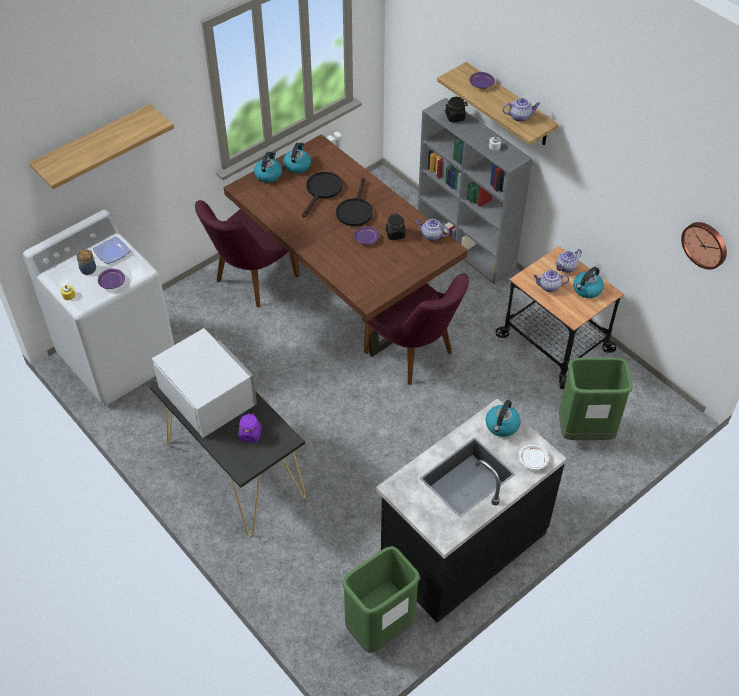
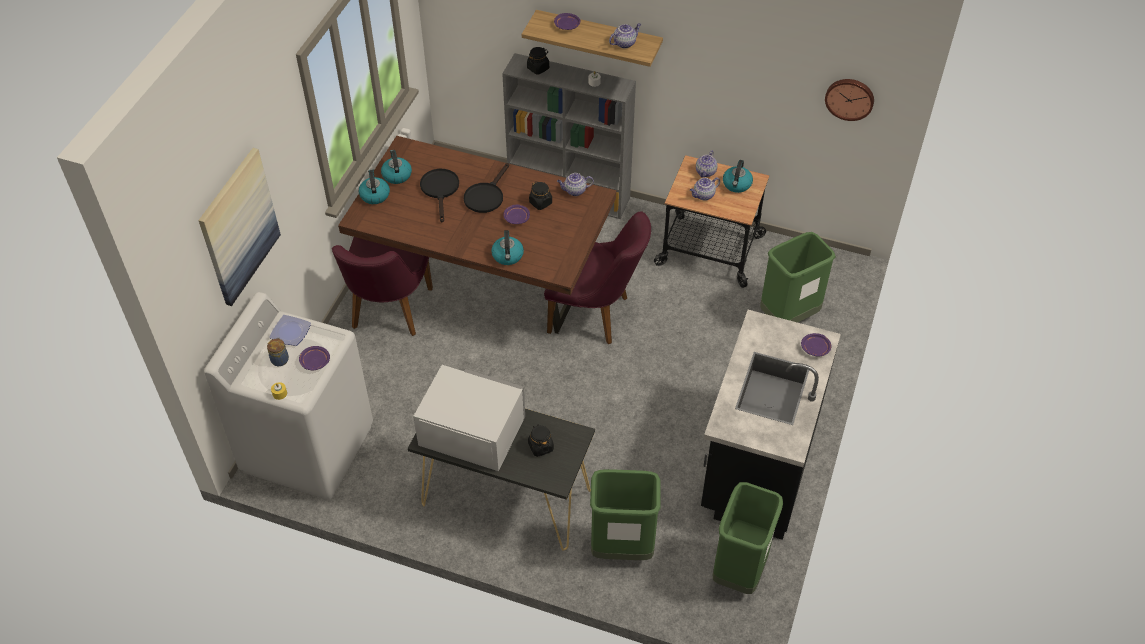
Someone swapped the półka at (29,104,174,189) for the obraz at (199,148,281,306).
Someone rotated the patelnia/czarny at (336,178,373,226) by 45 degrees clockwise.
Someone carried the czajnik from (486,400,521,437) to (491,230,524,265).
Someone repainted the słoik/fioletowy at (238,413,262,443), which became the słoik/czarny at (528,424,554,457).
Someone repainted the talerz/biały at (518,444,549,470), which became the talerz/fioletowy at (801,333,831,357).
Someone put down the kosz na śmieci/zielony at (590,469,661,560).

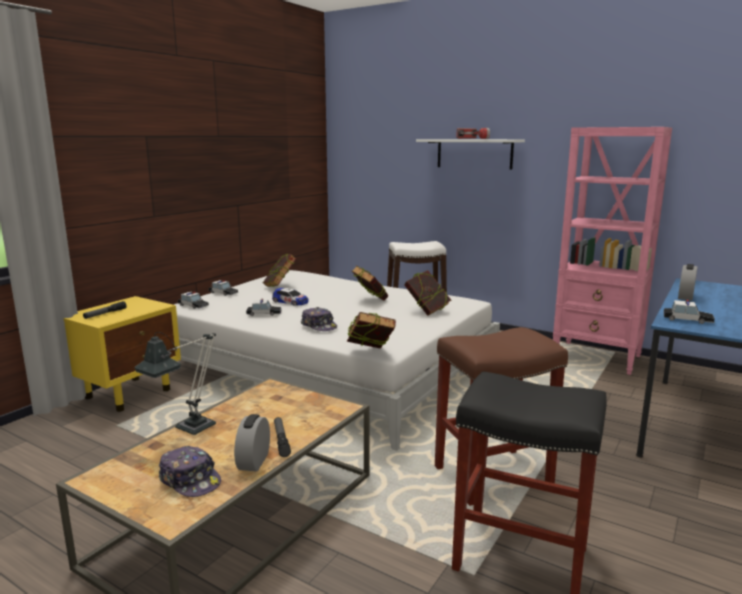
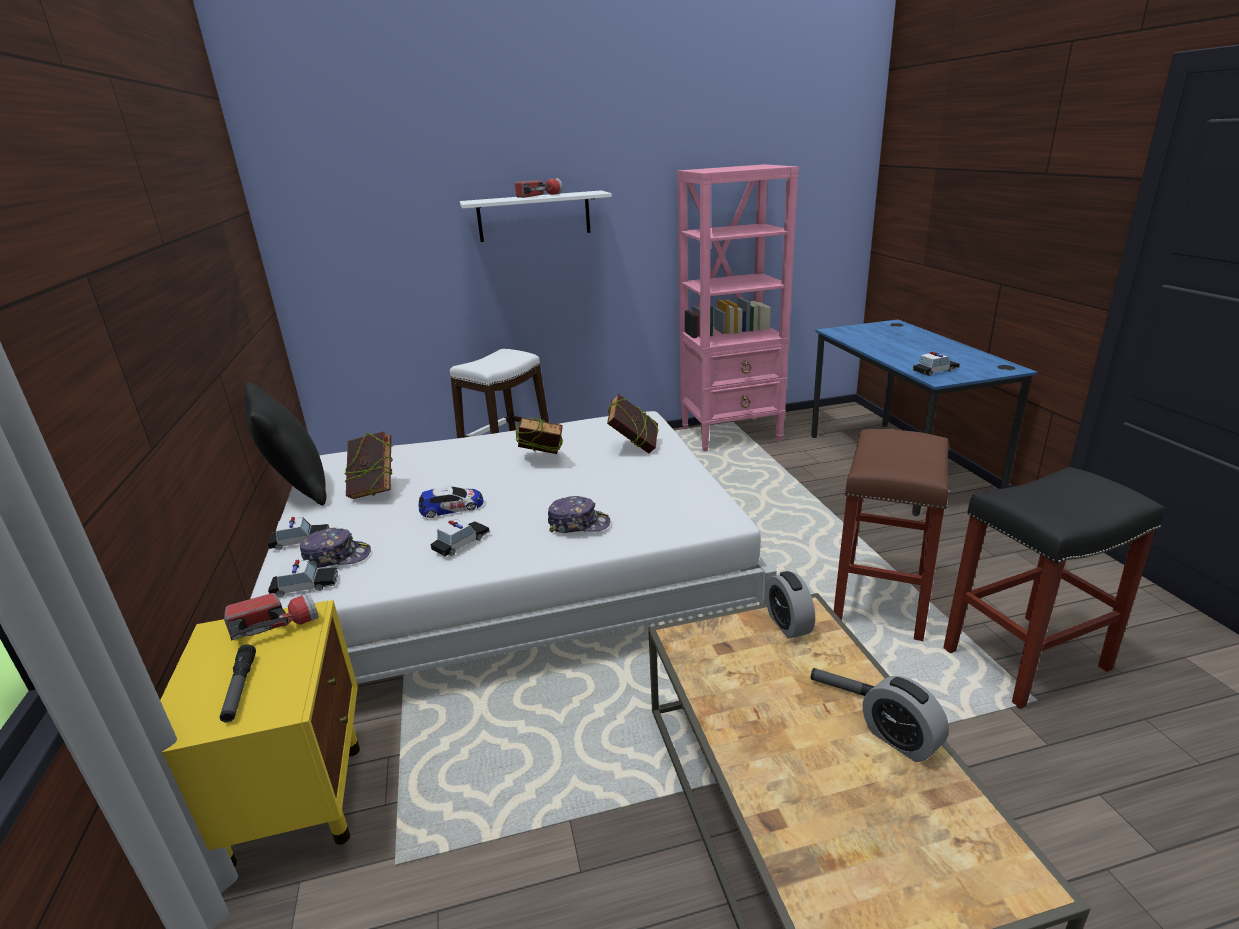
Someone carried the budzik from (678,264,698,300) to (765,571,815,639).
Someone took away the książka at (347,312,396,349).
Someone took away the lampa stołowa at (134,332,216,435).
Someone carried the czapka z daszkiem from (159,446,221,497) to (300,528,371,568).
Someone put down the poduszka/czarny at (244,383,326,505).
Someone put down the latarka at (224,592,319,641).

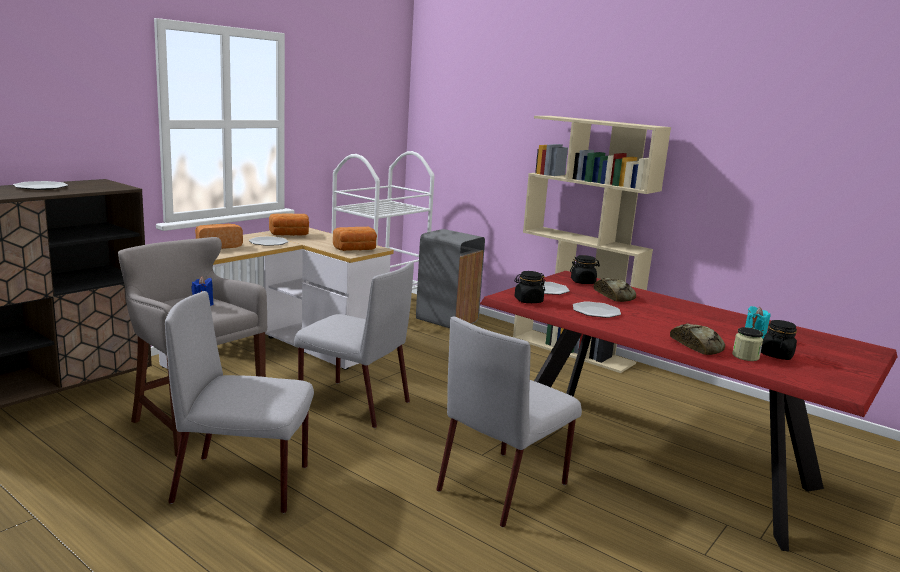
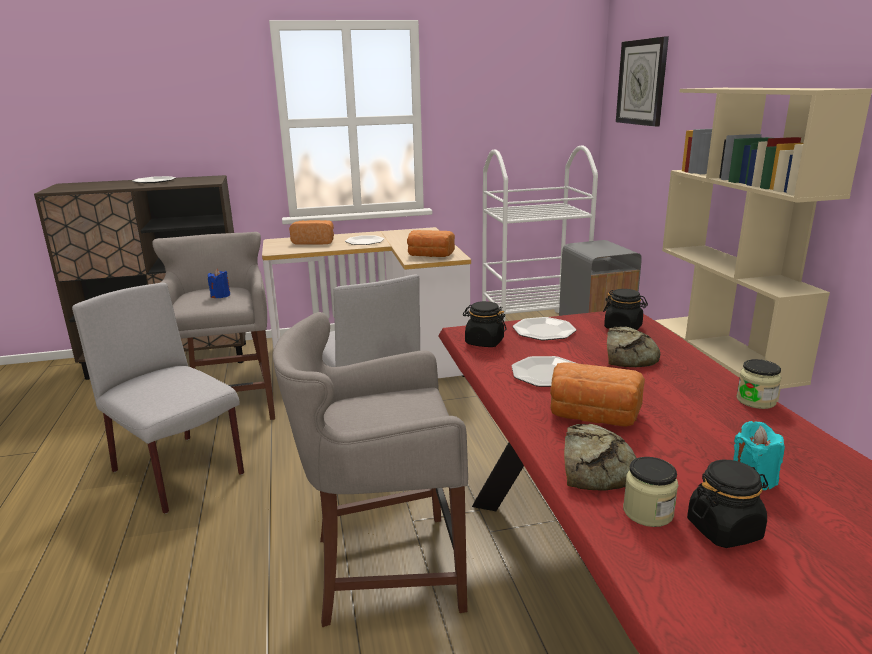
Someone carried the chleb from (269,214,309,236) to (550,362,645,427).
Someone swapped the krzesło/szary at (436,317,582,527) for the stołek/szary at (273,312,468,627).
Someone put up the zegar ścienny at (616,37,669,127).
Someone put down the słoik at (736,359,781,409).

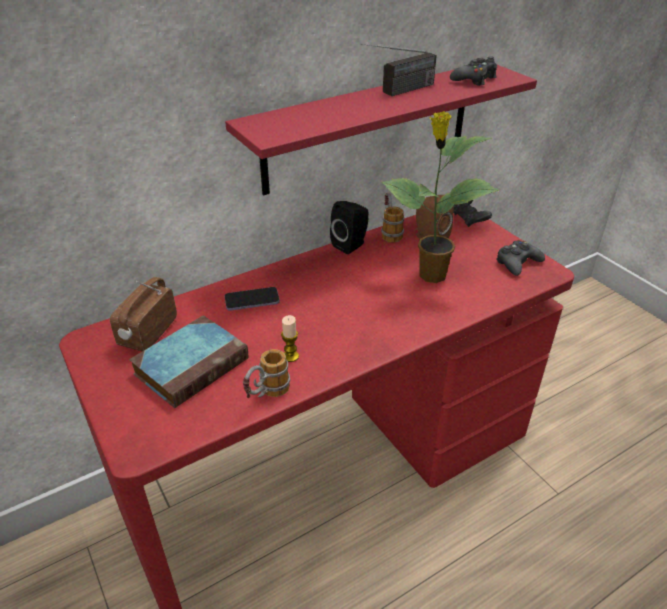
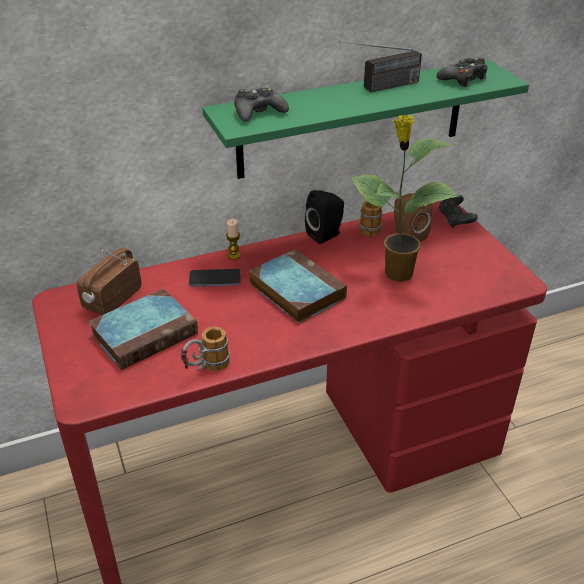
Someone repainted the półka/czerwony at (225,65,537,195), which became the półka/zielony at (202,60,529,179).
Someone carried the pad do gier/czarny from (497,240,545,276) to (234,87,289,122).
Someone carried the świeca from (281,315,299,362) to (226,219,241,260).
Someone put down the książka at (249,249,347,324).

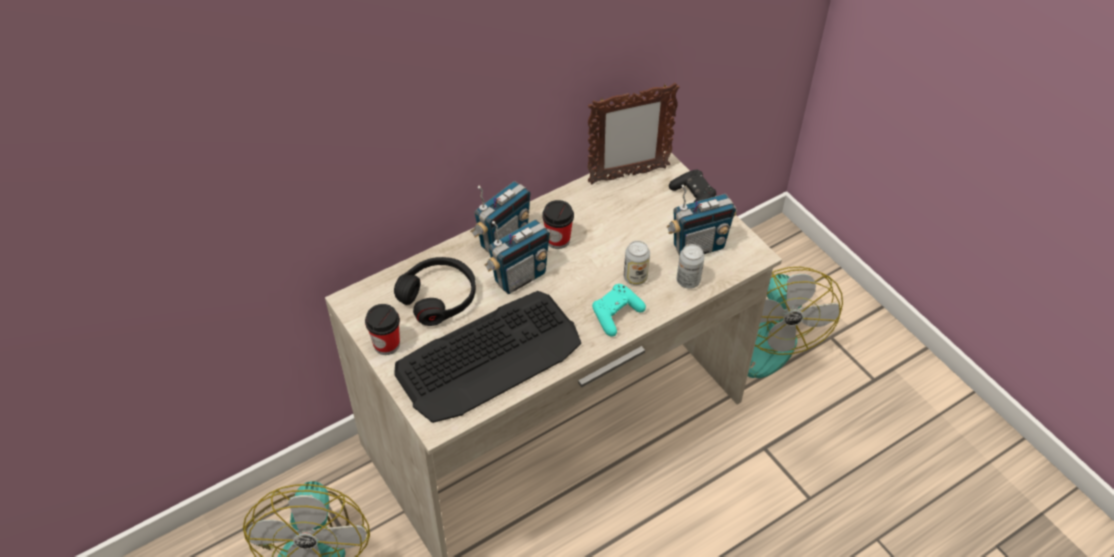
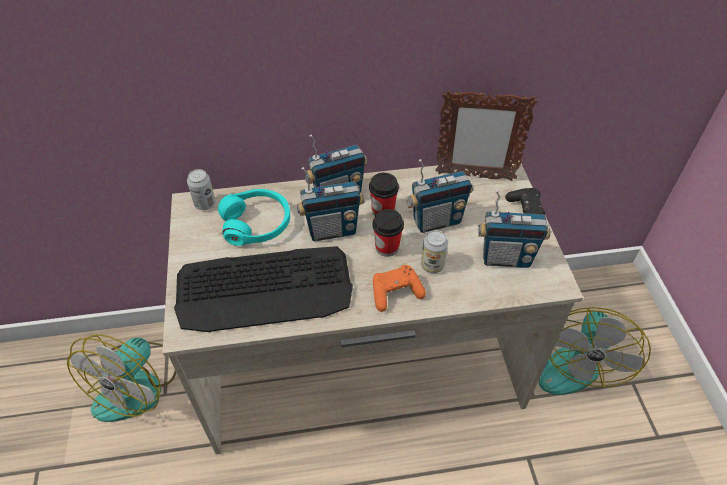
Someone carried the puszka from (677,244,705,289) to (187,169,216,210).
Someone repainted the słuchawki/czarny at (394,257,476,326), which became the słuchawki/turkusowy at (218,189,290,246).
Someone repainted the pad do gier/turkusowy at (592,284,646,337), which became the pad do gier/pomarańczowy at (373,265,426,312).
Someone carried the filiżanka from (365,304,400,355) to (372,209,404,257).
Someone put down the radio at (406,159,473,233).

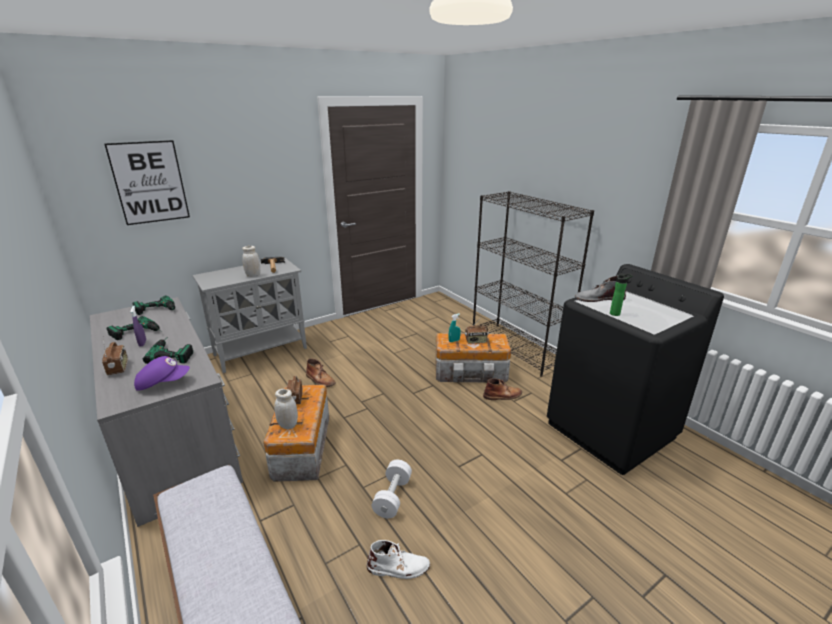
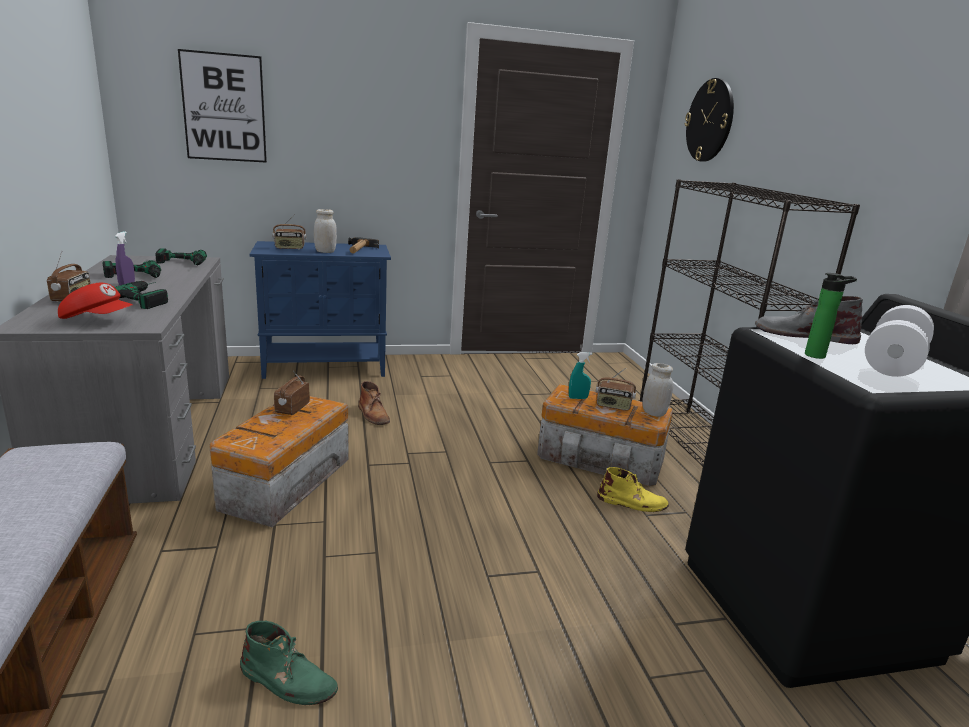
Someone repainted the szafka/szary at (192,258,307,373), which became the szafka/niebieski at (250,241,391,379).
Someone repainted the czapka z daszkiem/fioletowy at (134,356,190,391), which became the czapka z daszkiem/czerwony at (58,283,133,319).
Someone repainted the but z cholewką/brązowy at (483,379,522,400), which became the but z cholewką/żółty at (597,467,669,512).
Someone carried the słoik/biały from (274,389,298,429) to (642,363,673,417).
Someone carried the hantel/biały from (372,459,412,518) to (865,305,934,377).
Someone repainted the but z cholewką/biały at (367,540,430,579), which became the but z cholewką/zielony at (240,620,338,705).
Someone put up the zegar ścienny at (685,78,734,162).
Someone put down the radio at (272,215,306,250).

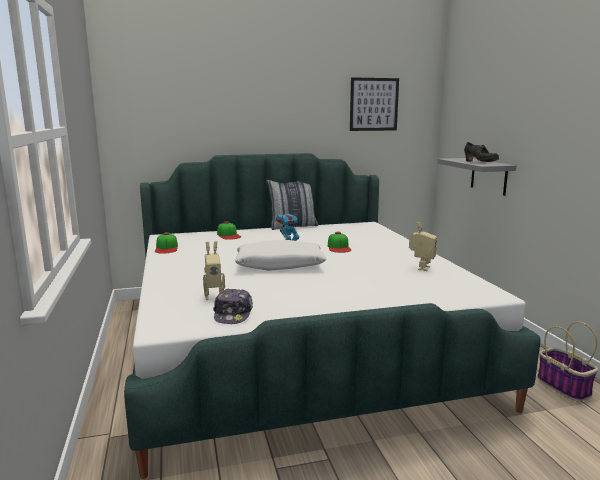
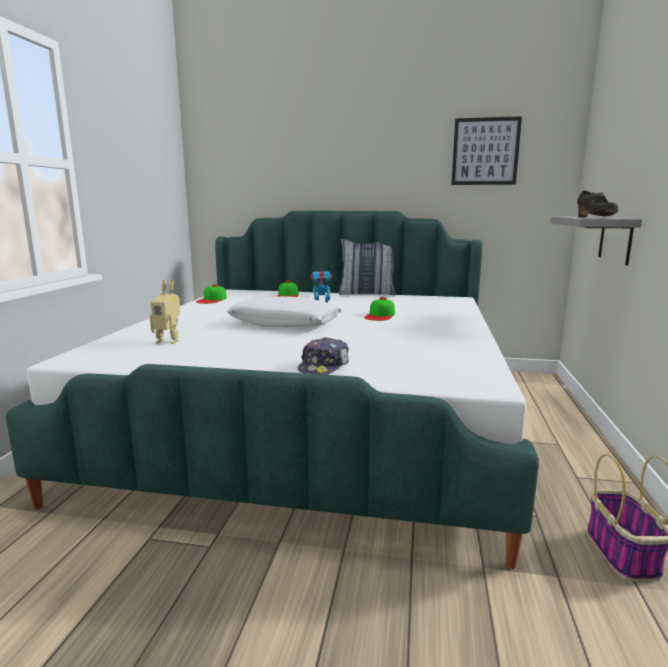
Someone took away the robot zabawkowy at (409,221,437,271).
Someone carried the czapka z daszkiem from (213,288,253,324) to (298,337,349,375).

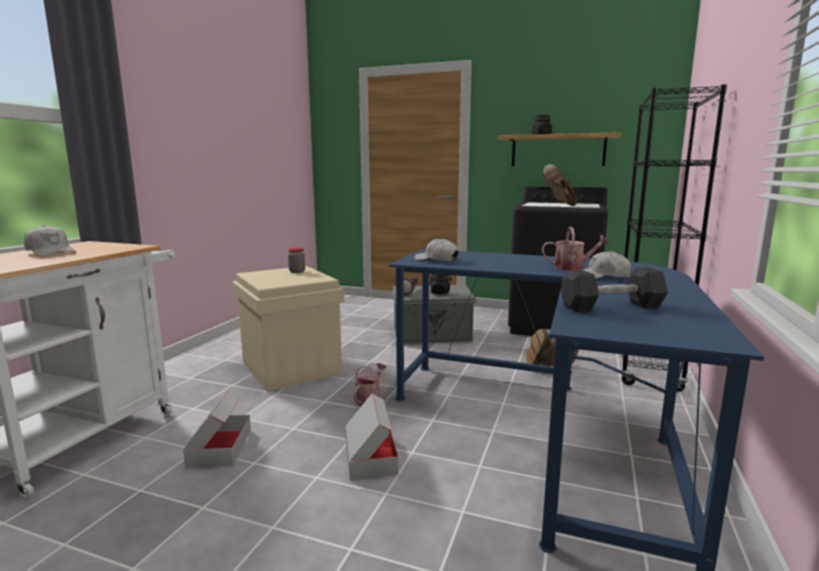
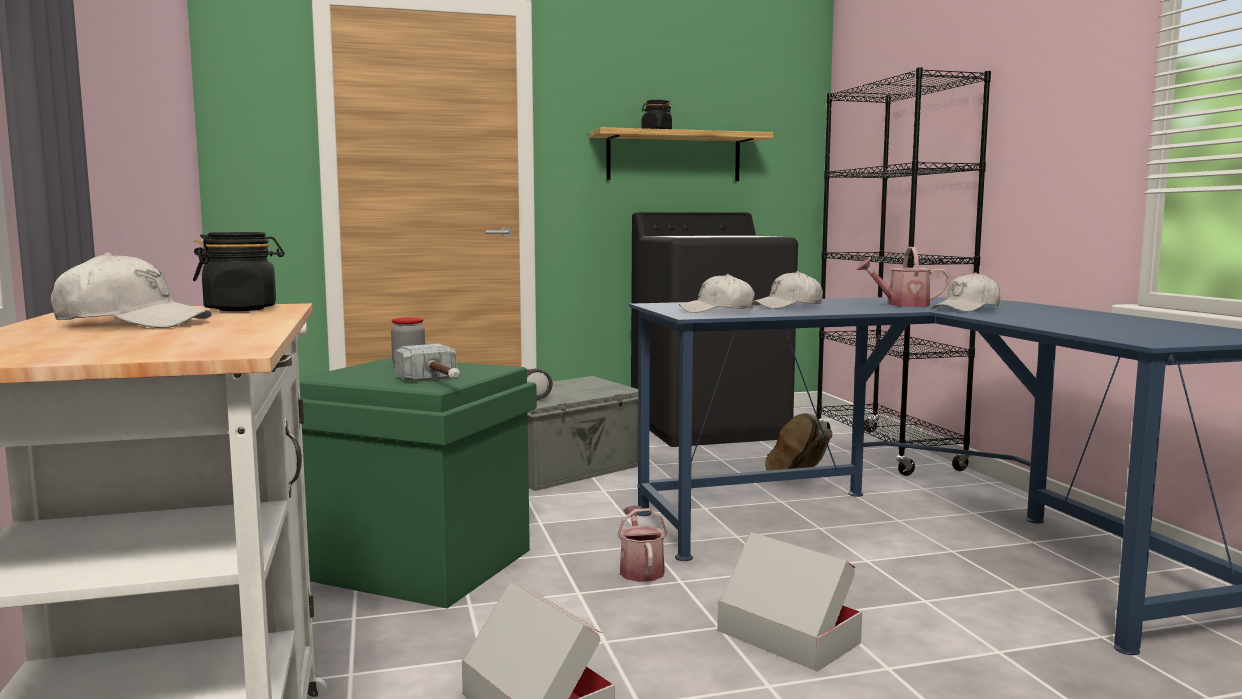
Someone took away the but z cholewką/brązowy at (543,164,577,206).
Someone rotated the konewka at (542,227,610,270) by 150 degrees counterclockwise.
Someone repainted the pojemnik do przechowywania/beżowy at (232,266,344,392), which became the pojemnik do przechowywania/zielony at (299,358,537,608).
Someone took away the hantel/szary at (561,267,668,312).
Someone carried the słoik/czarny from (429,274,452,295) to (193,232,285,311).
Someone put down the czapka z daszkiem/biały at (753,271,823,309).
Someone put down the młotek at (395,343,460,382).

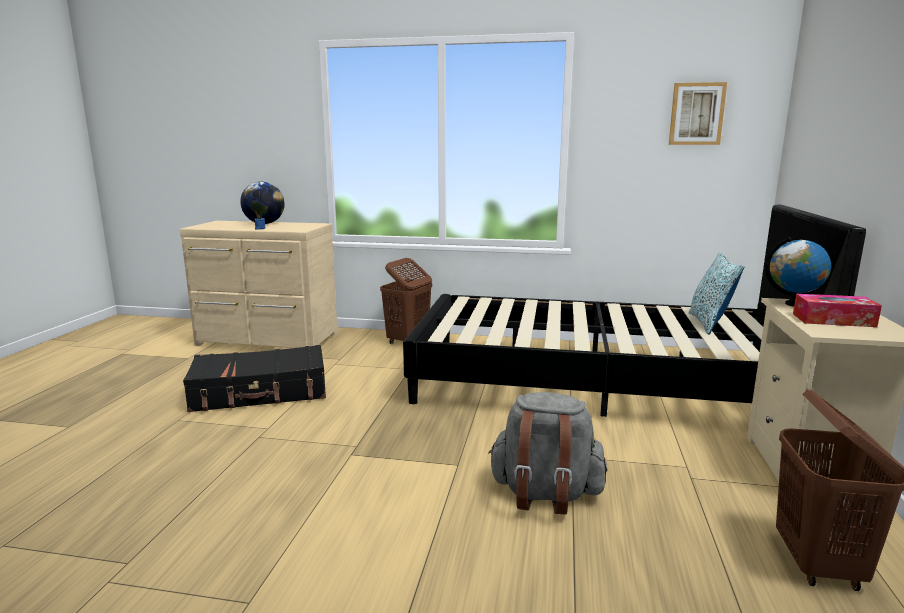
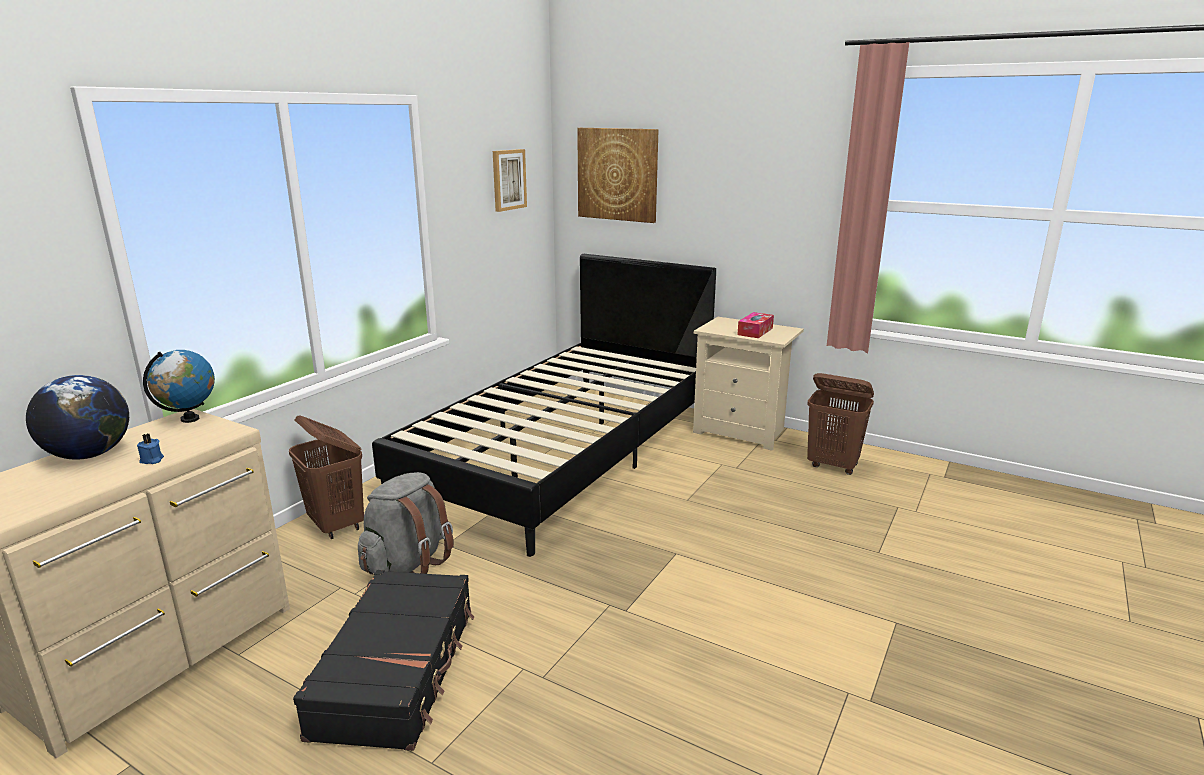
Someone carried the globus from (765,237,831,306) to (143,350,215,423).
Someone took away the poduszka at (688,253,745,335).
Someone carried the plecak/szary from (488,392,607,515) to (358,472,454,575).
Someone put up the obraz at (577,128,659,223).

